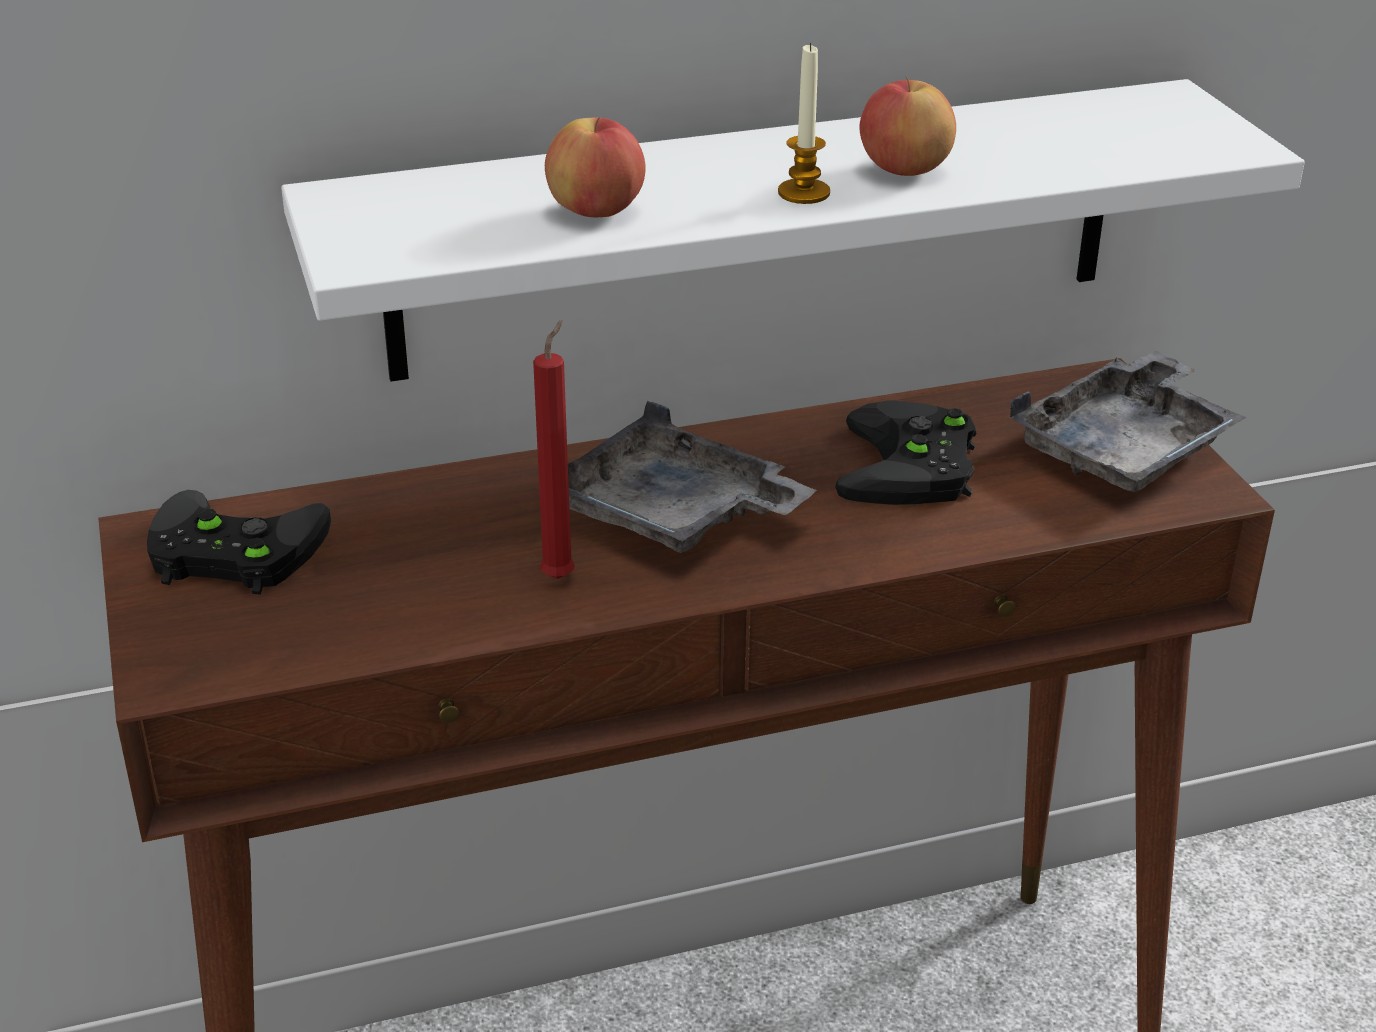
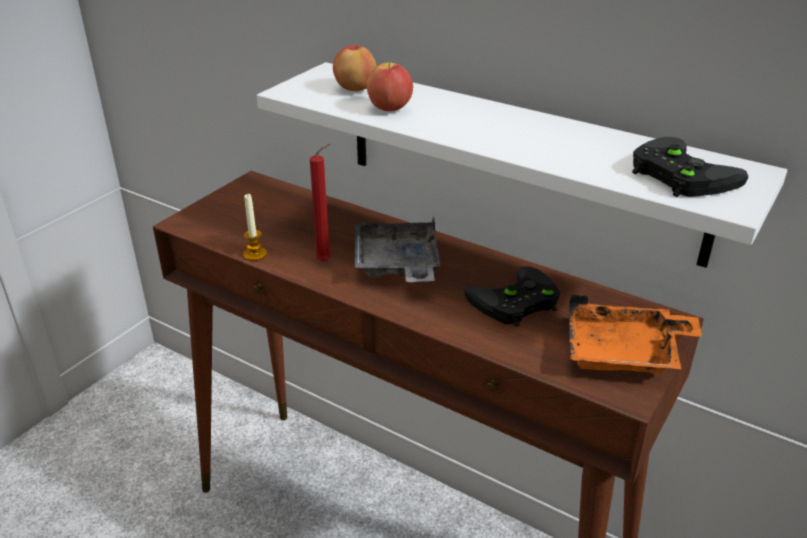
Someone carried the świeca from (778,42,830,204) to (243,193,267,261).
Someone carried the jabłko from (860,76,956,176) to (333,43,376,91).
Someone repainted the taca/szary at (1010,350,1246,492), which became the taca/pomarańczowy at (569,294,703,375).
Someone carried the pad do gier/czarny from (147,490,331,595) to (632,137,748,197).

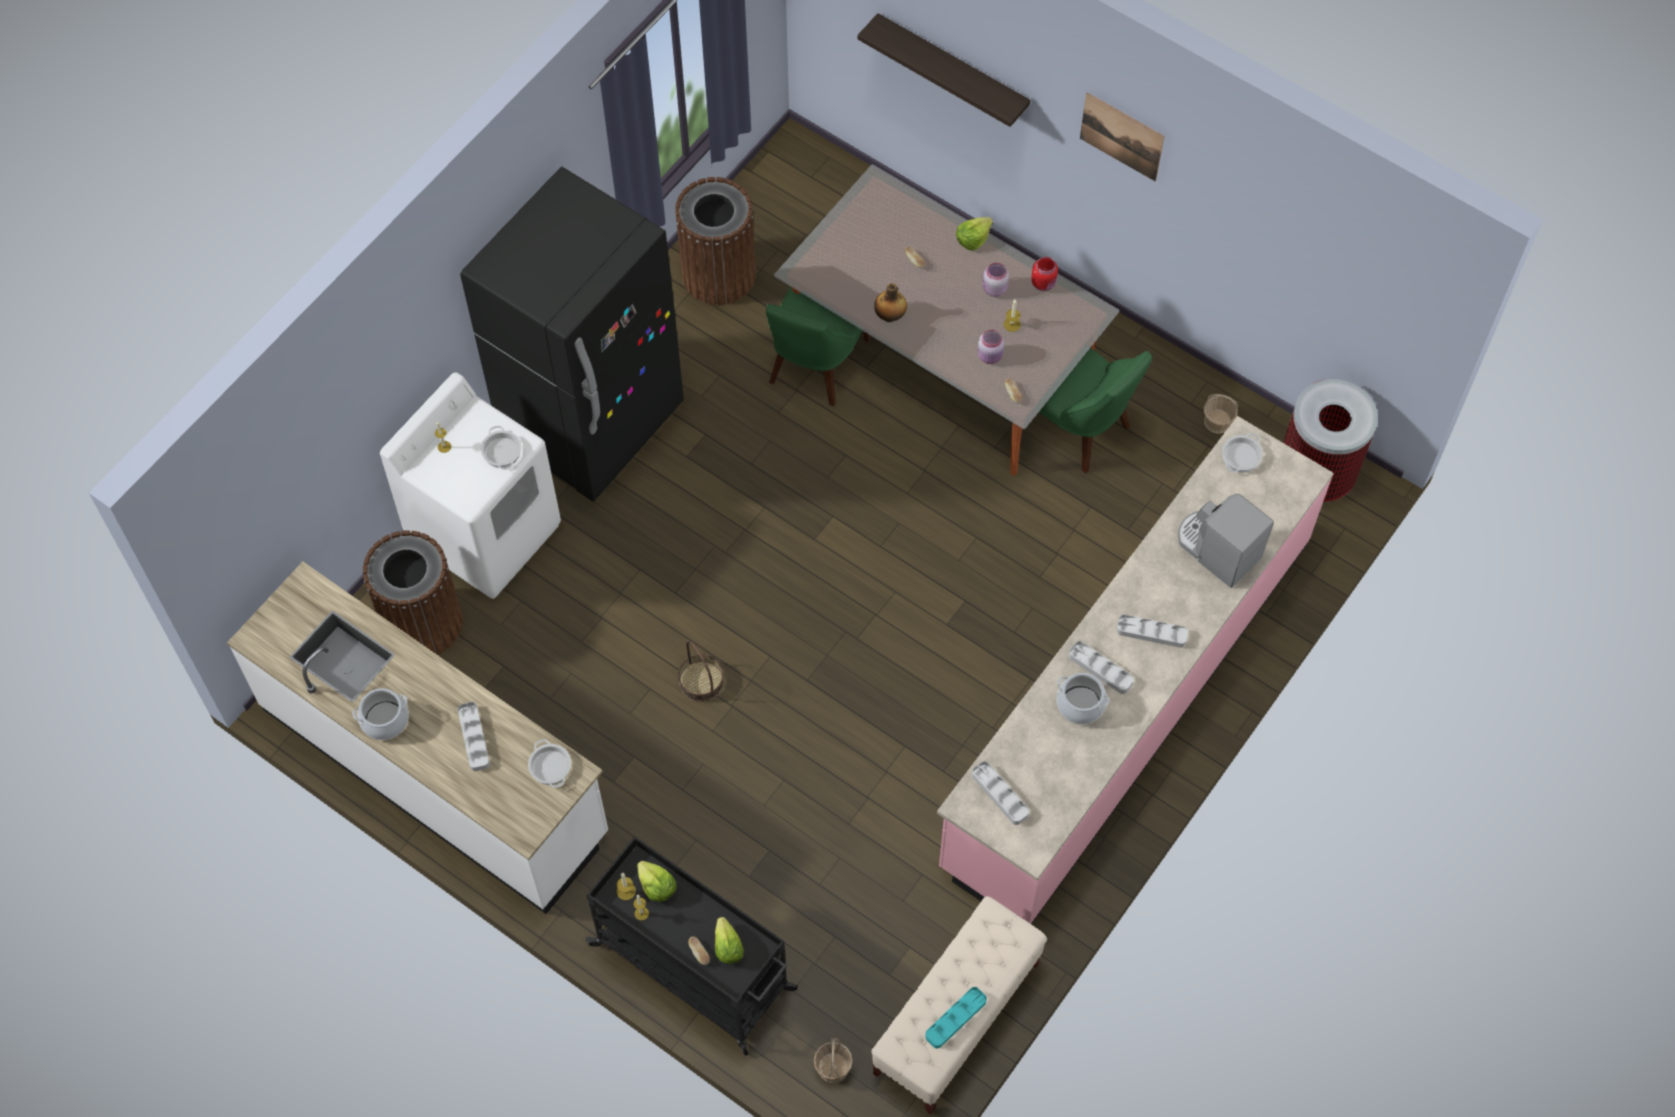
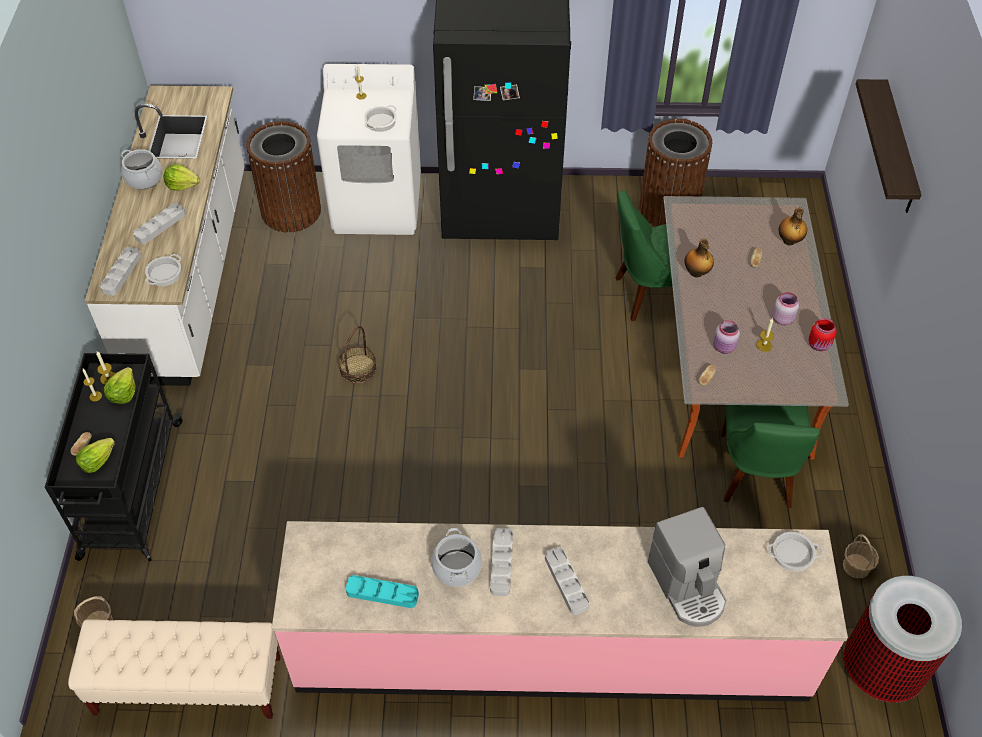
Someone took away the obraz at (1080,93,1165,181).
Someone carried the sałata from (956,217,993,251) to (164,164,200,191).
Someone rotated the ekspres do kawy at (1178,494,1274,588) by 150 degrees clockwise.
Someone carried the taca/szary from (972,761,1029,825) to (100,247,141,296).
Someone carried the taca/turkusowy from (925,987,987,1048) to (346,575,419,608).
Someone put down the butelka at (779,207,807,246).

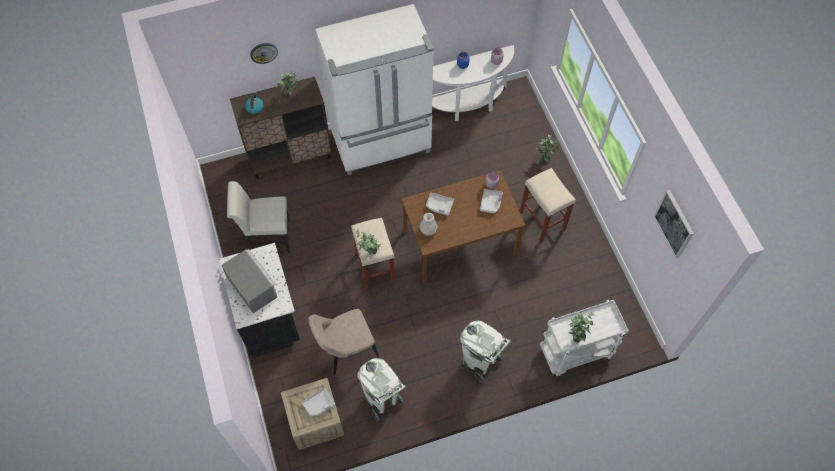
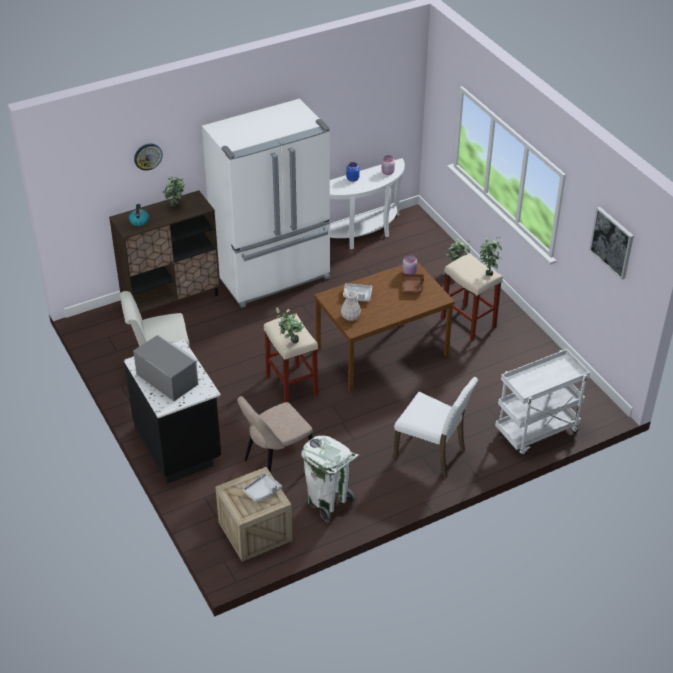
Someone repainted the taca/szary at (480,189,503,213), which became the taca/brązowy at (403,274,424,294).
Someone carried the roślina doniczkowa from (568,311,595,343) to (479,237,502,276).
Someone swapped the kosz na śmieci/biały at (460,320,511,383) for the krzesło/biały at (393,377,479,478).

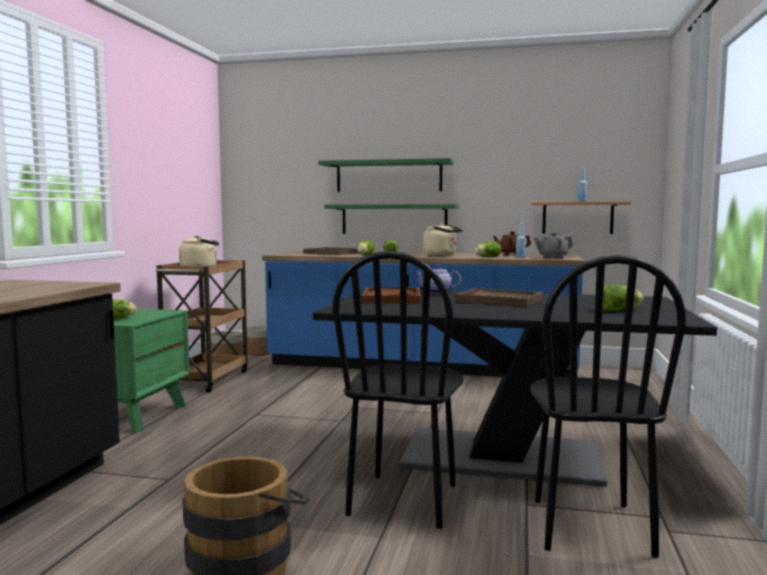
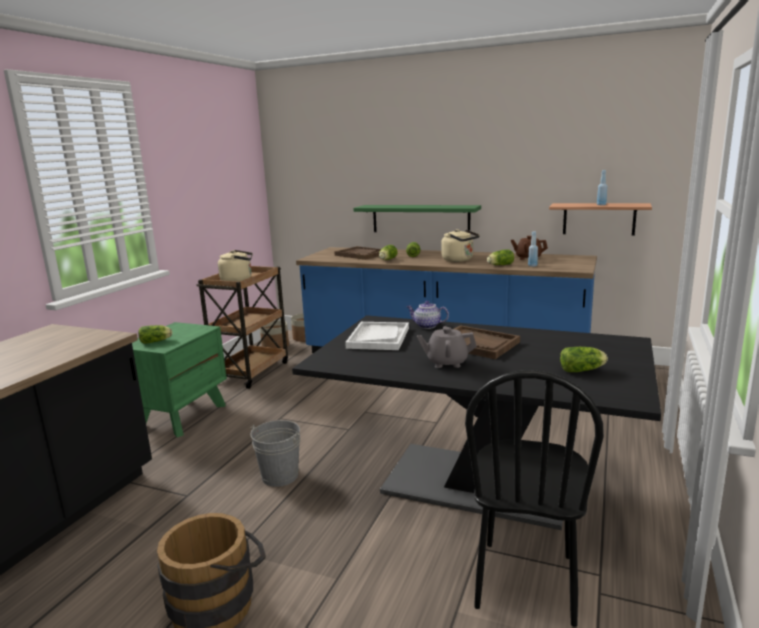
Someone took away the półka/zielony at (318,158,454,192).
Someone carried the imbryk/szary from (534,233,573,259) to (417,326,477,368).
Someone took away the krzesło/czarny at (333,251,463,529).
Someone repainted the taca/brązowy at (362,287,421,303), which became the taca/biały at (345,322,409,350).
Someone put down the wiadro/szary at (250,420,300,487).

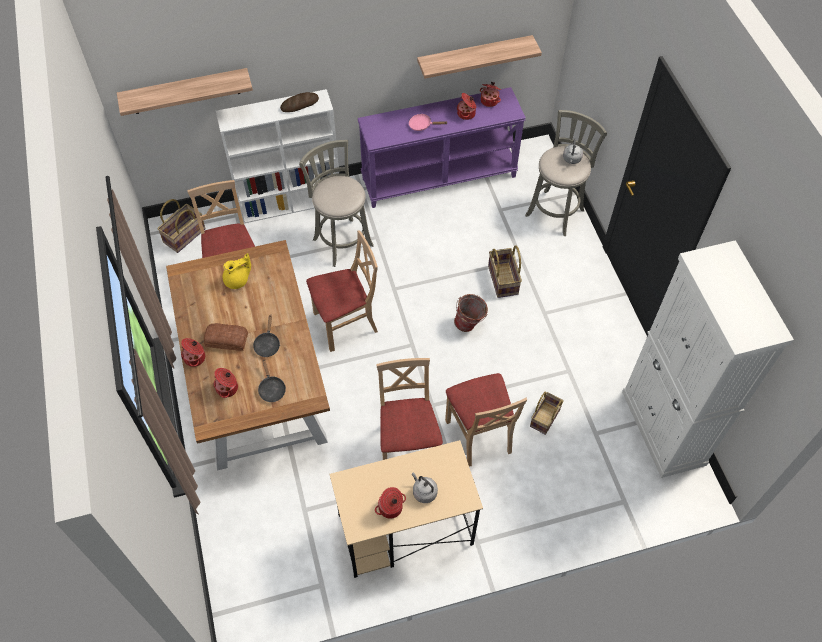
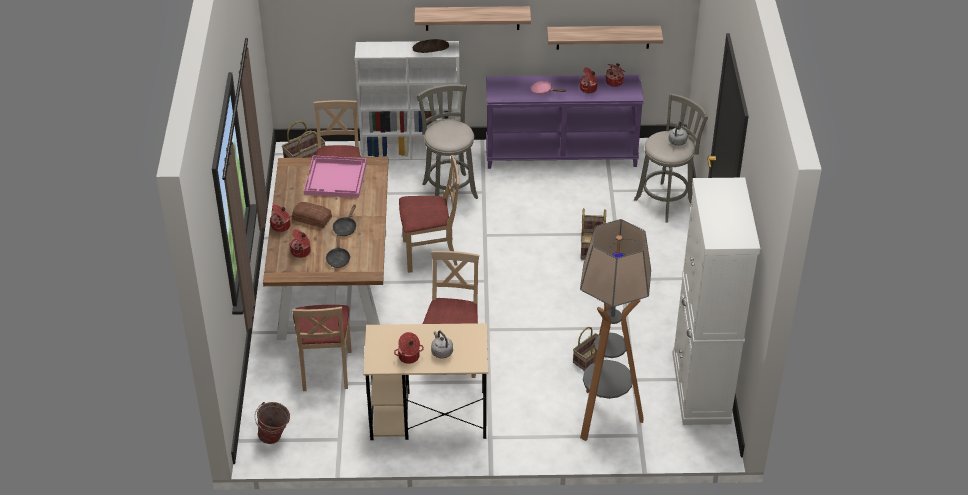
Someone carried the półka from (117,68,253,116) to (415,6,531,31).
Someone swapped the imbryk/żółty at (223,253,251,289) for the taca/różowy at (304,155,367,198).
Someone carried the wiadro from (454,294,488,332) to (255,402,290,444).
Someone carried the krzesło/beżowy from (445,373,527,467) to (292,305,352,391).
Someone put down the lampa stojąca at (580,219,651,441).

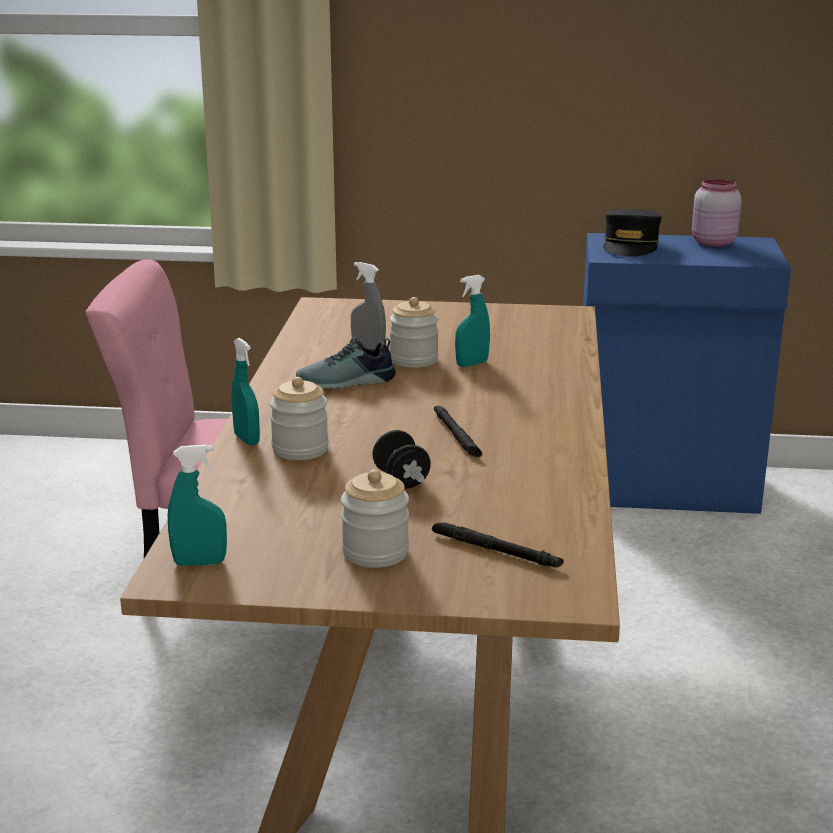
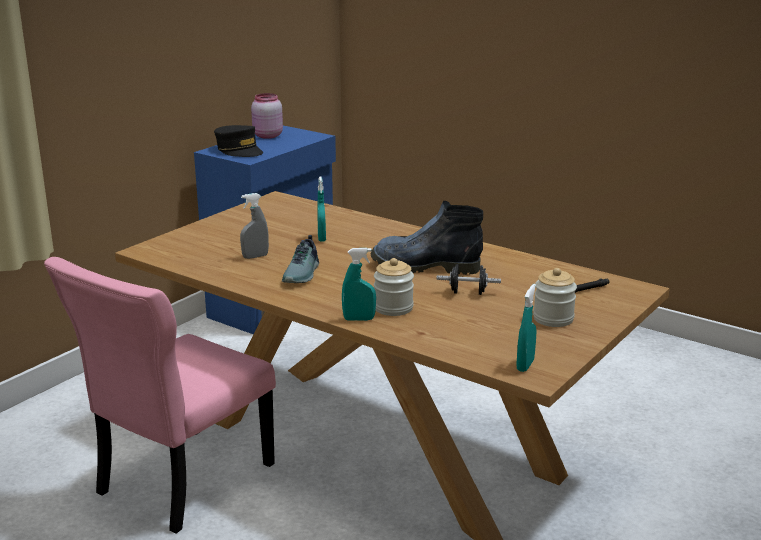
Someone took away the słoik at (390,297,438,368).
Someone swapped the latarka/czarny at (434,406,482,457) for the but z cholewką at (371,201,483,275).

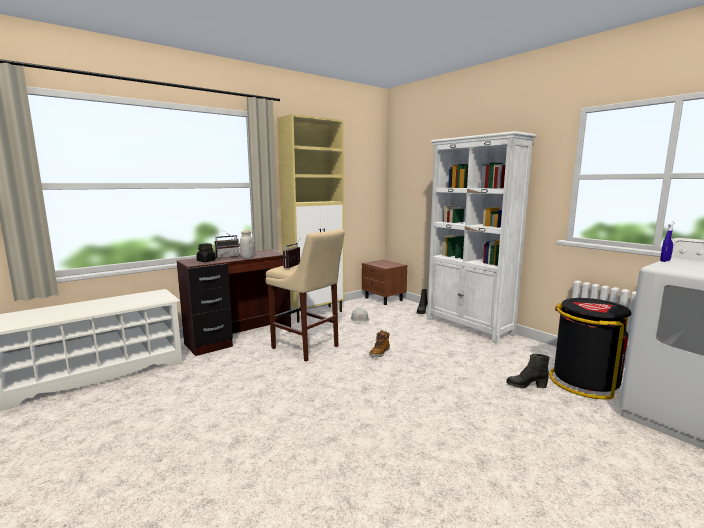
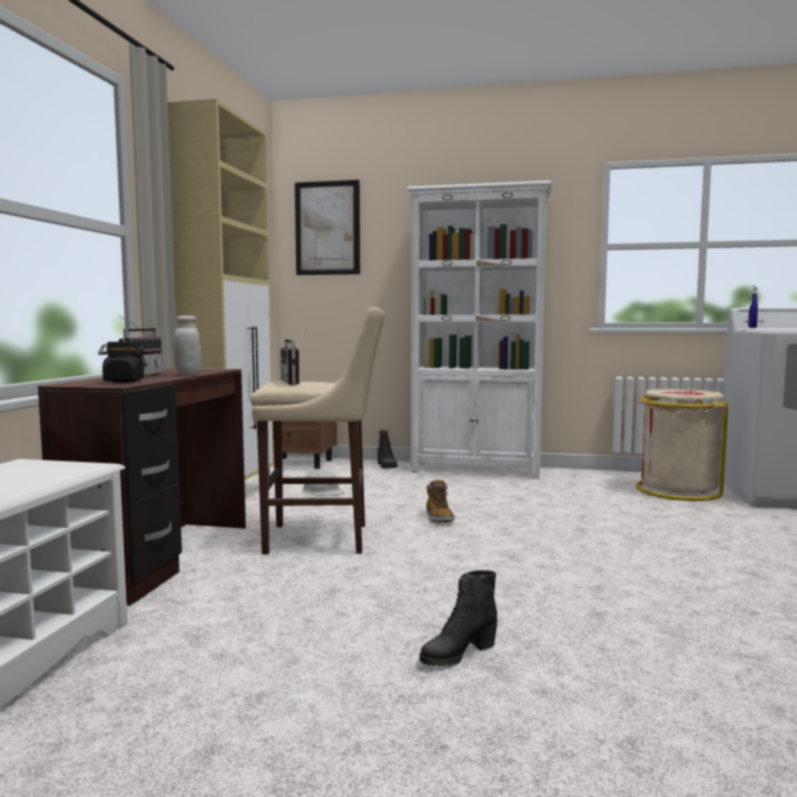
Someone repainted the kosz na śmieci/czarny at (549,298,631,399), which became the kosz na śmieci/beżowy at (636,389,728,501).
Someone carried the but z cholewką/czarny from (506,354,550,388) to (419,570,497,666).
Someone put up the obraz at (295,180,360,275).

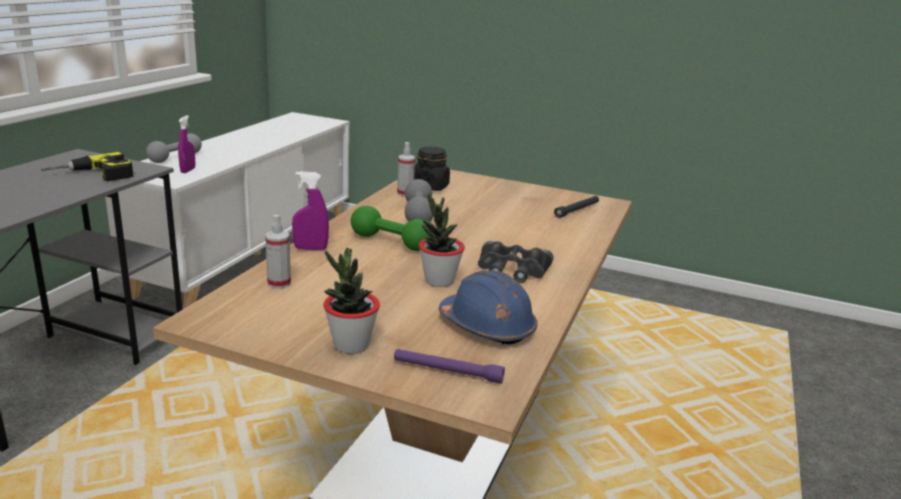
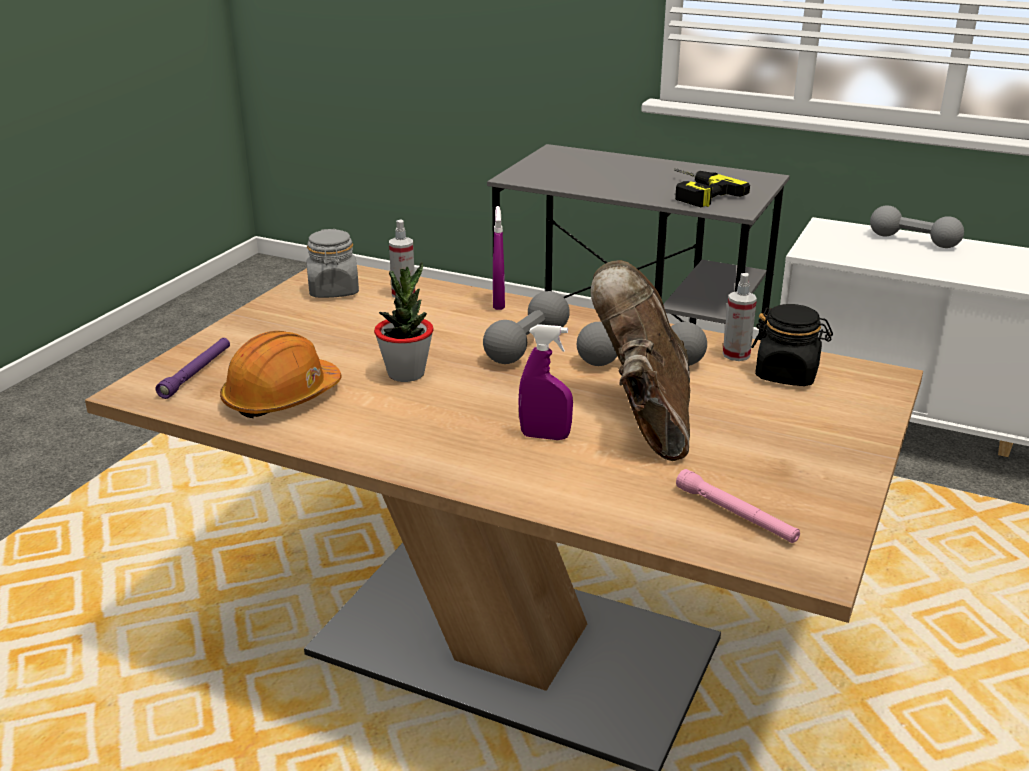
Someone carried the spryskiwacz/fioletowy from (178,115,195,173) to (518,324,573,440).
Someone repainted the latarka/czarny at (554,196,599,218), which became the latarka/różowy at (676,469,800,543).
Someone repainted the hantel/zielony at (351,206,430,251), which became the hantel/szary at (483,291,570,364).
Someone took away the lornetka/czarny at (478,241,554,283).
Someone took away the roślina doniczkowa at (323,248,380,354).
Someone repainted the kask/niebieski at (439,270,538,345), which became the kask/pomarańczowy at (220,331,341,418).
Someone put down the słoik/szary at (306,229,359,298).
Someone put down the but z cholewką/brązowy at (590,260,690,461).

